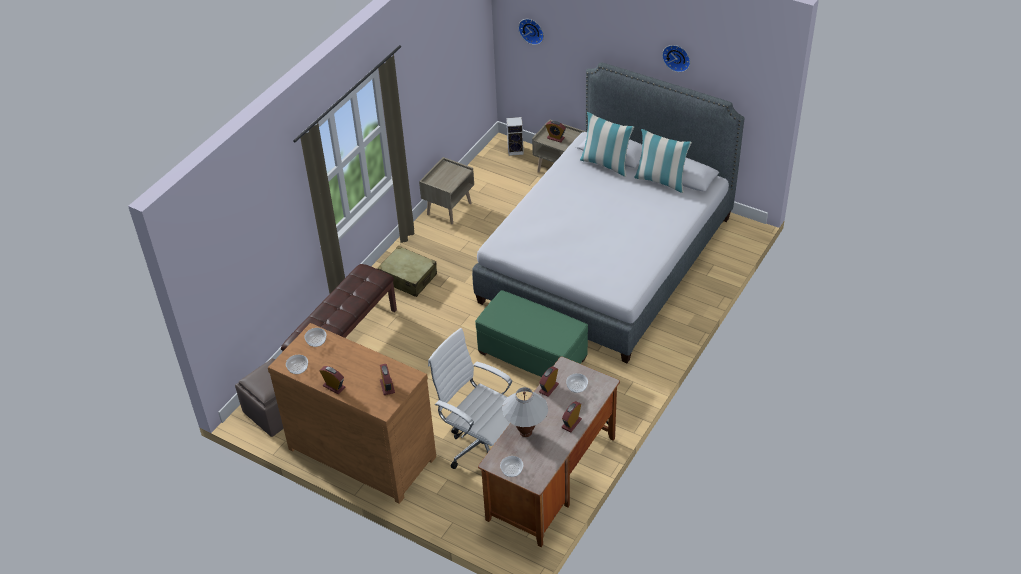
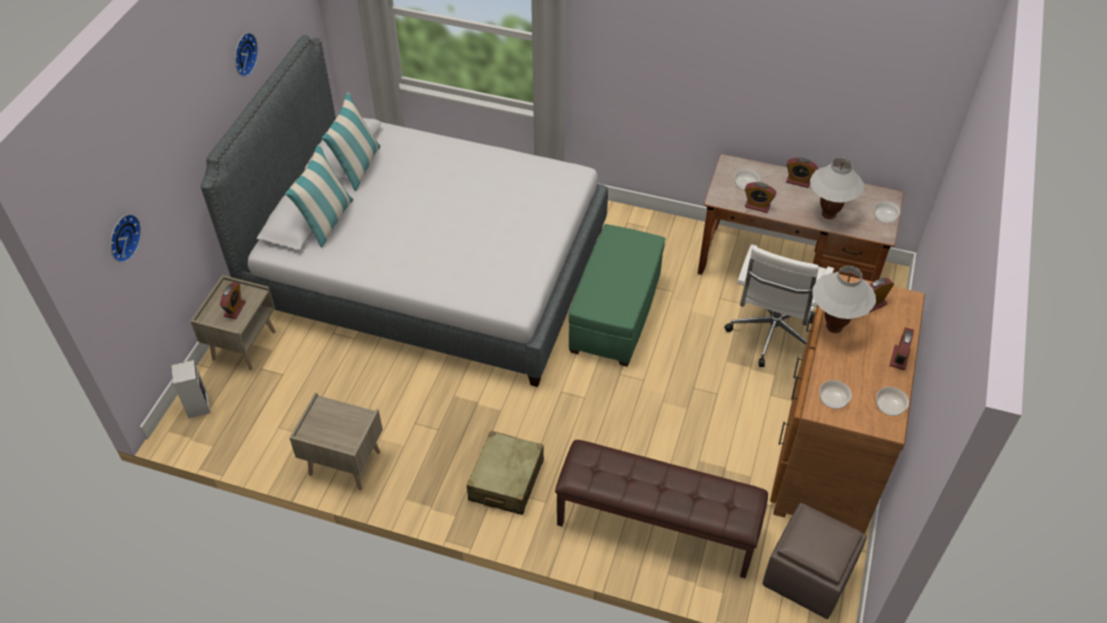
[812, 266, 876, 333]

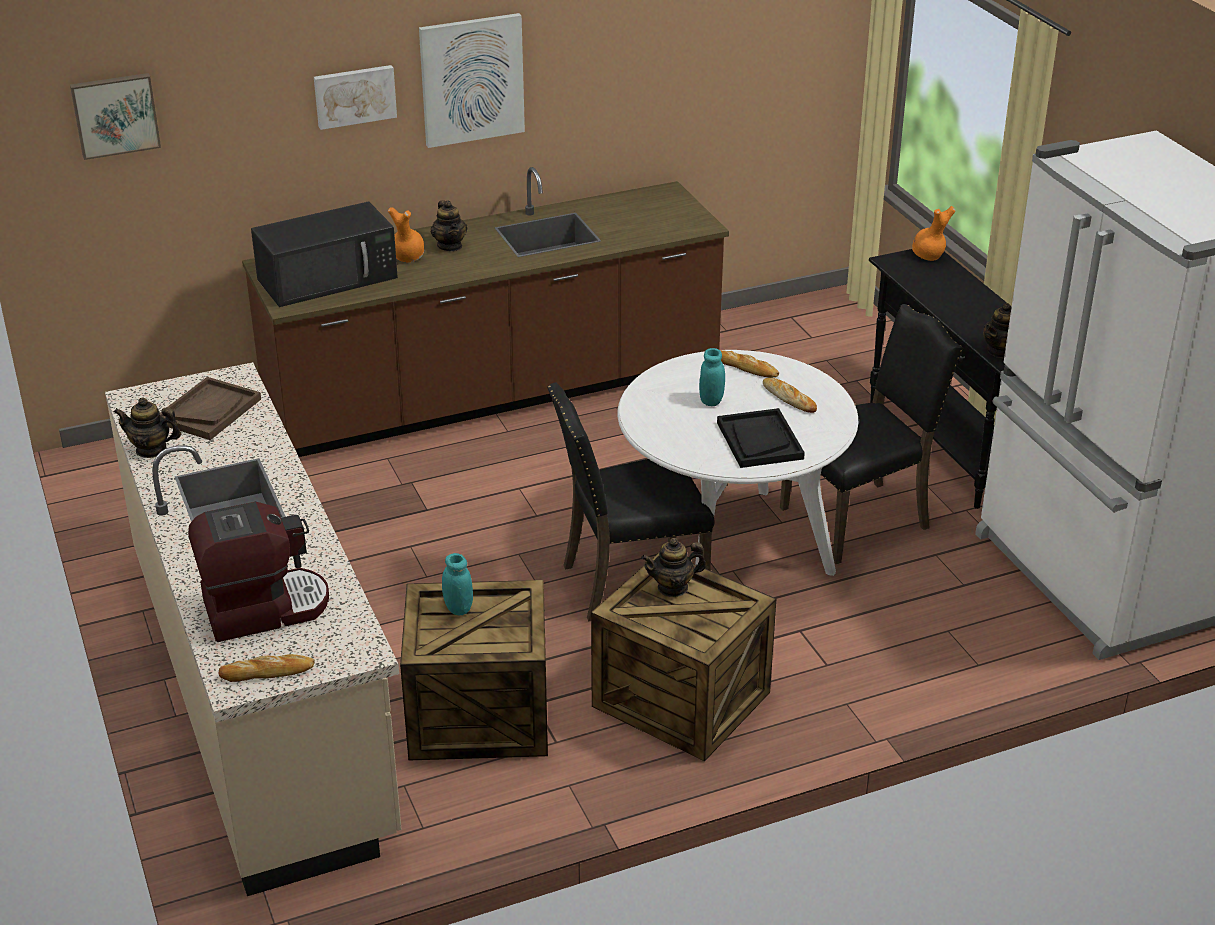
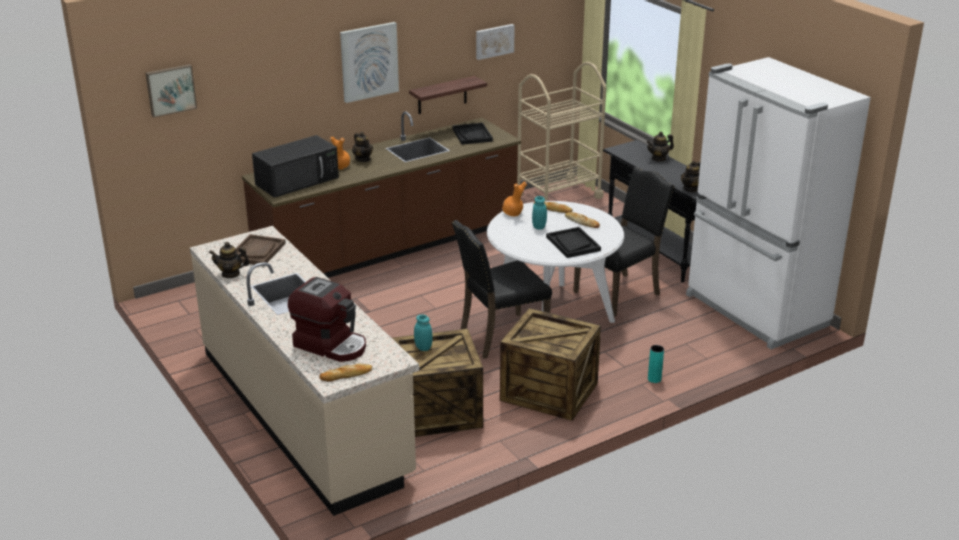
[288, 277, 366, 362]
[476, 24, 515, 60]
[646, 132, 674, 162]
[502, 181, 527, 216]
[409, 76, 487, 114]
[452, 123, 493, 145]
[517, 62, 606, 201]
[648, 345, 664, 383]

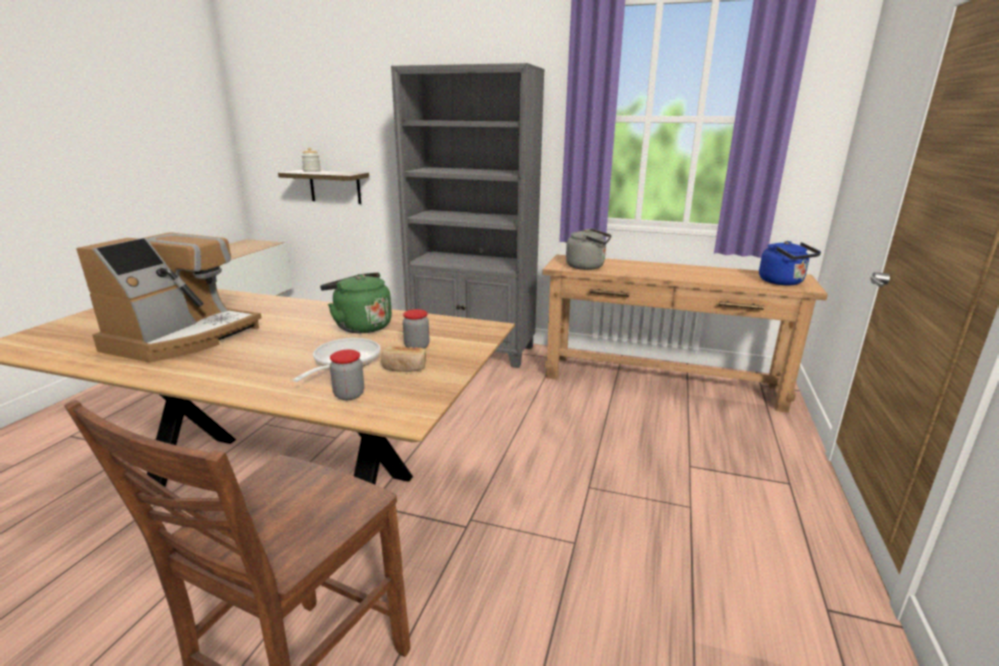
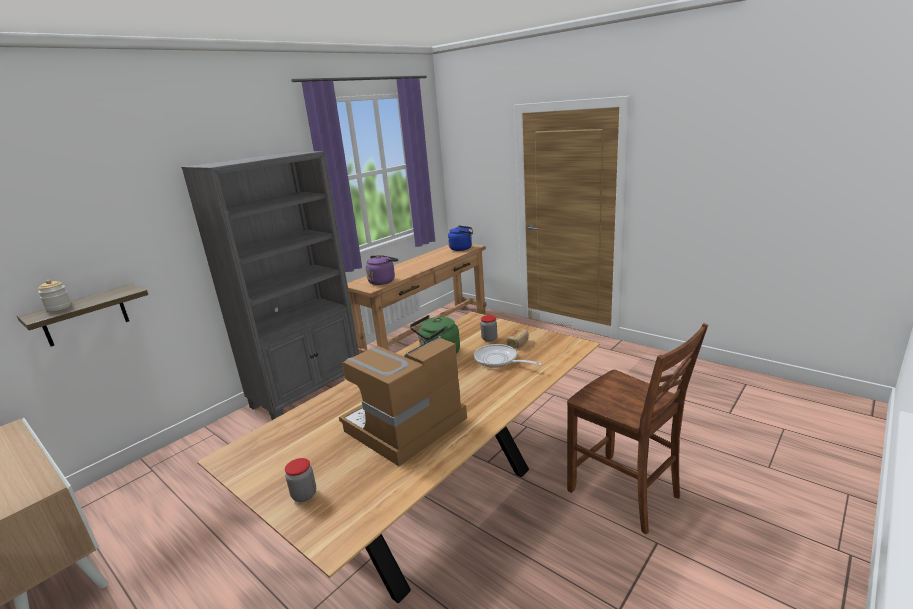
[339, 336, 467, 466]
[285, 458, 316, 502]
[366, 255, 398, 285]

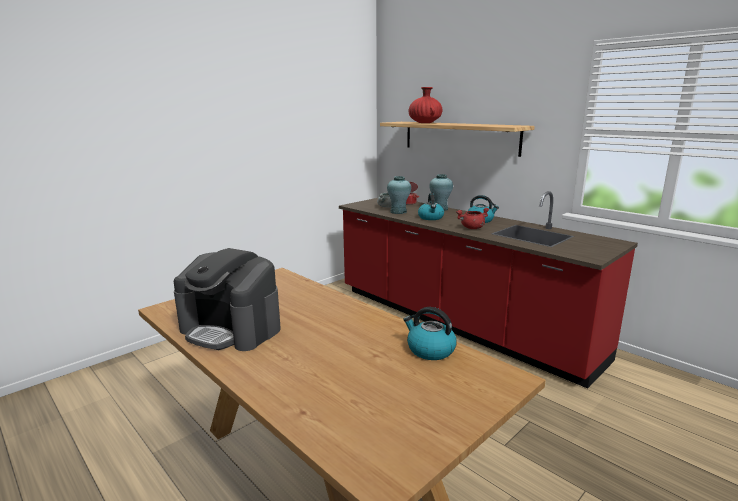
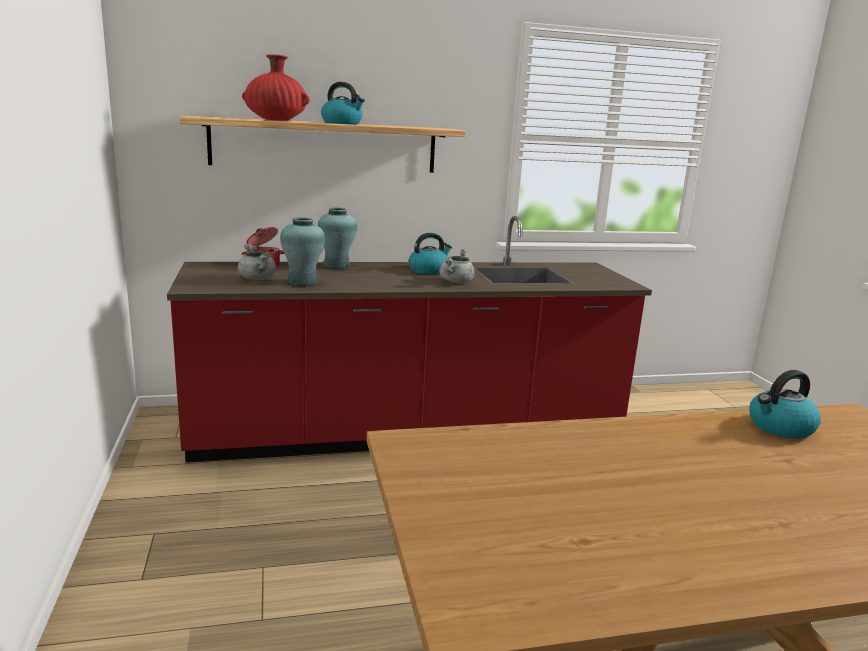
[173, 248, 280, 351] (first image)
[321, 82, 365, 124]
[439, 249, 474, 284]

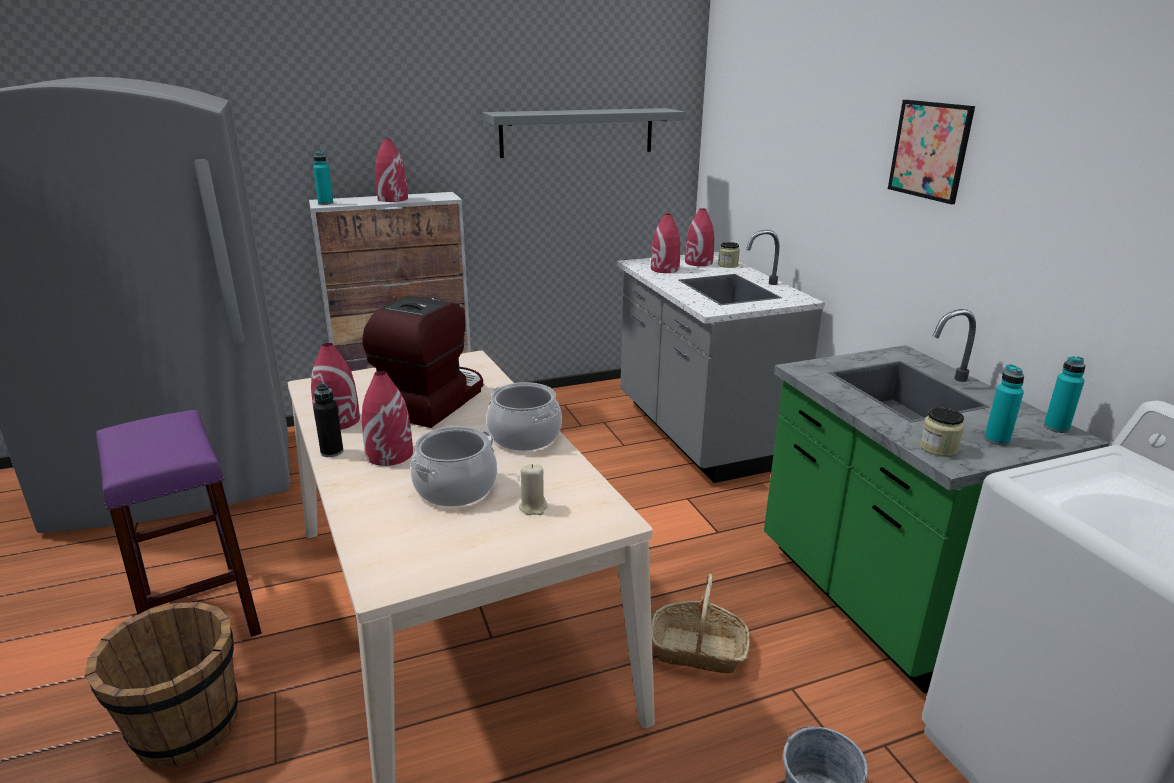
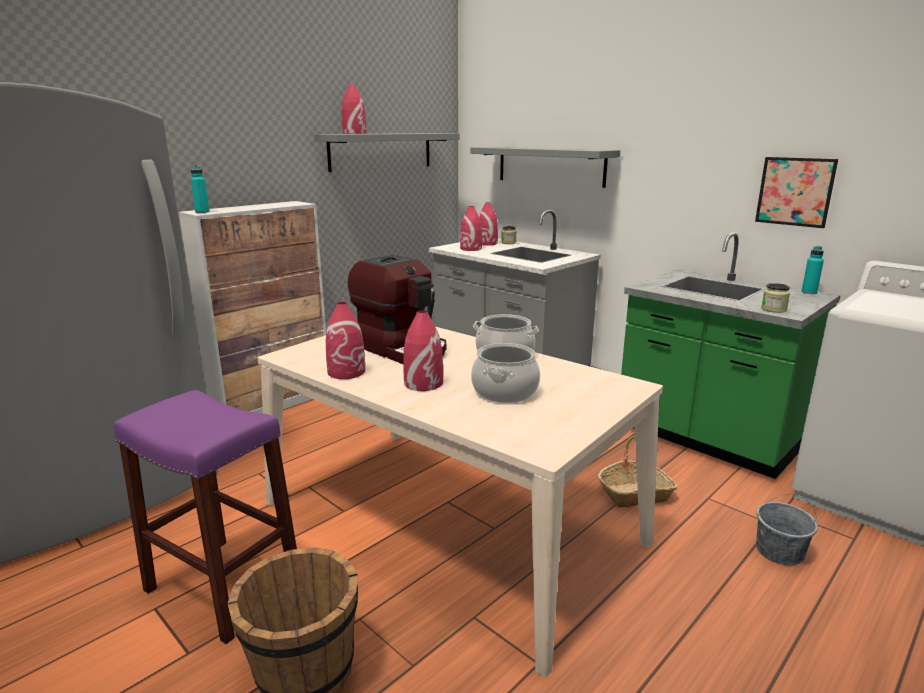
[313, 383, 343, 457] (first image)
[348, 255, 446, 364]
[342, 84, 366, 134]
[519, 464, 548, 515] (first image)
[755, 157, 838, 228]
[984, 364, 1024, 446] (first image)
[470, 147, 620, 188]

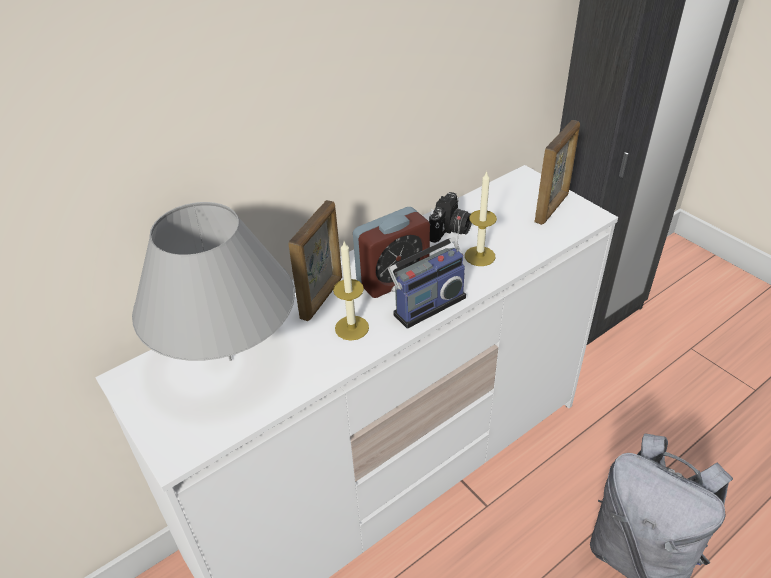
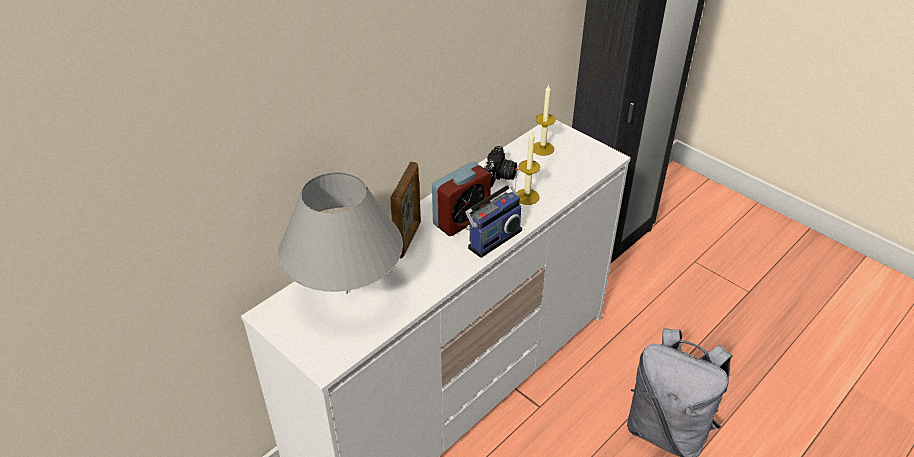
[533, 84, 556, 156]
[535, 120, 580, 225] (first image)

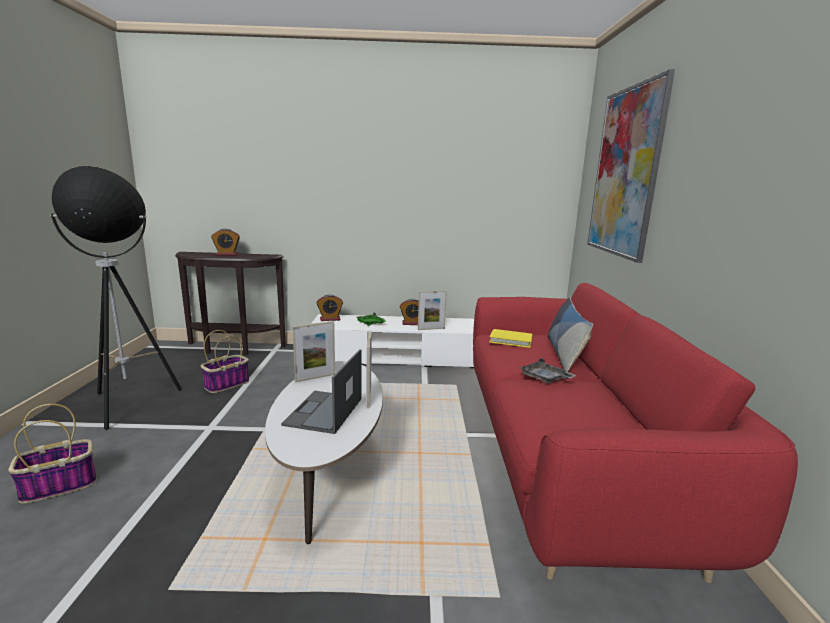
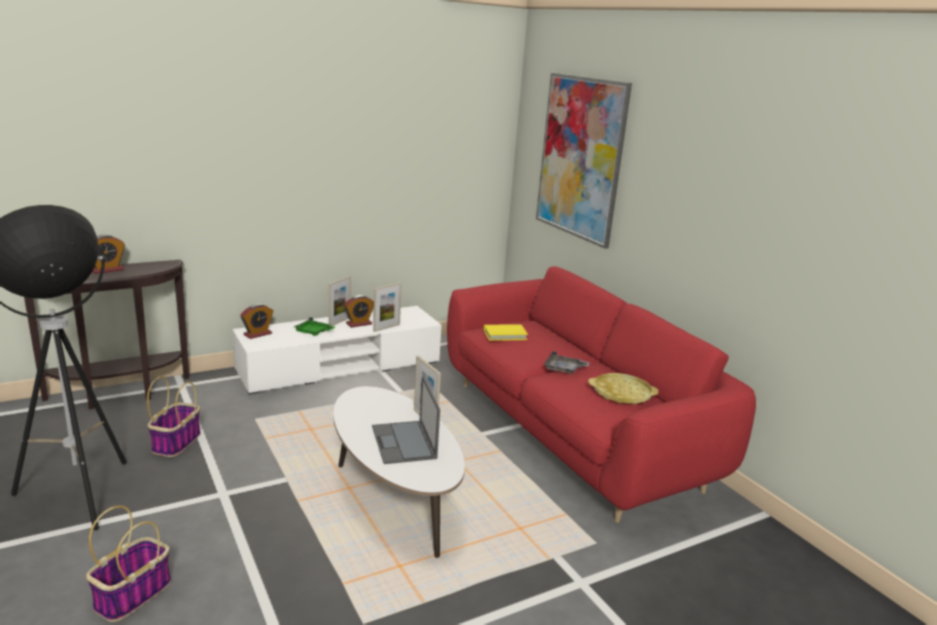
[328, 276, 351, 326]
[548, 297, 593, 371] (first image)
[588, 373, 659, 404]

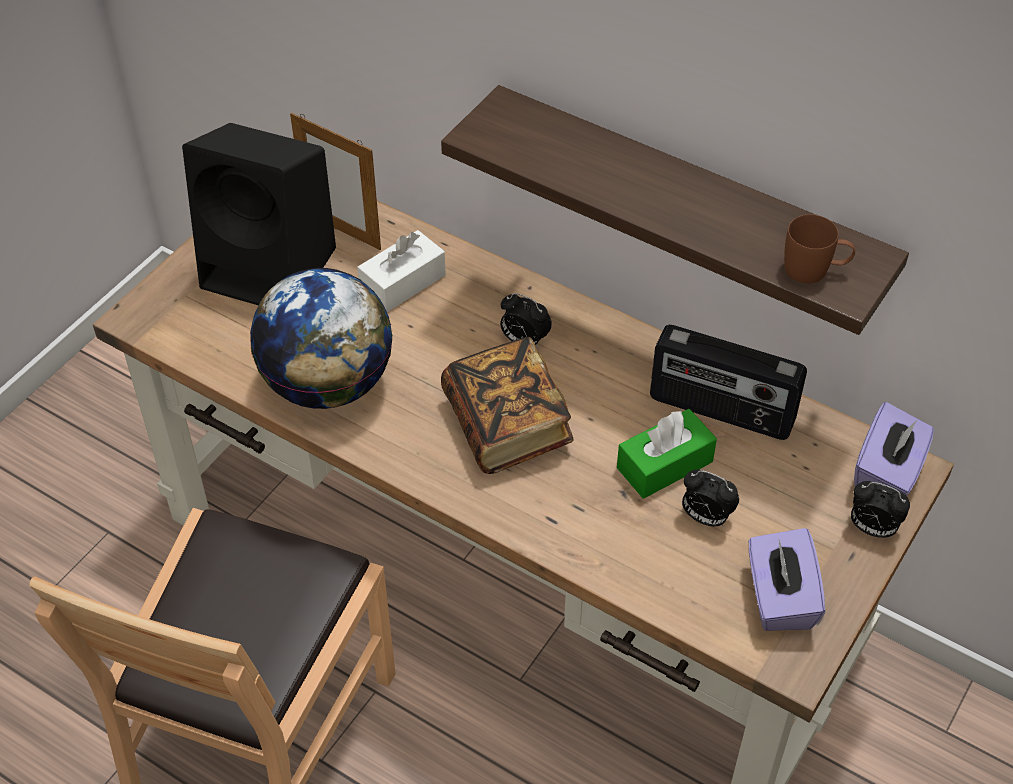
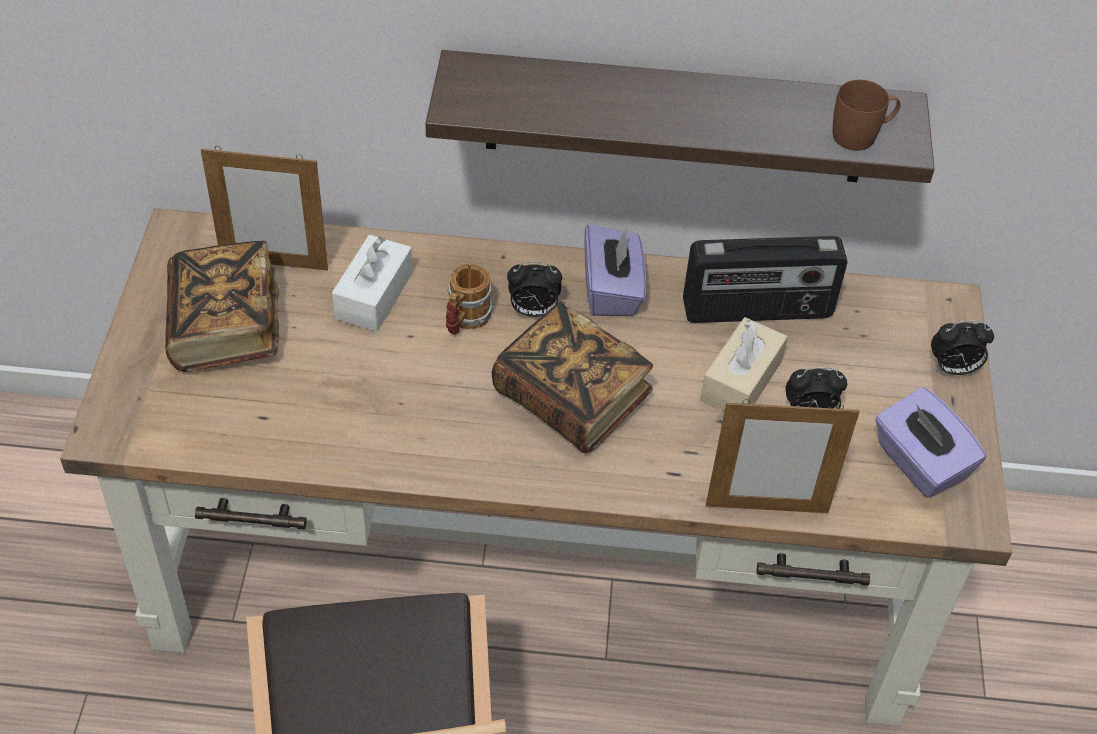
[165, 241, 279, 372]
[250, 268, 393, 409] (first image)
[700, 317, 788, 411]
[584, 225, 646, 316]
[446, 264, 494, 335]
[706, 399, 860, 513]

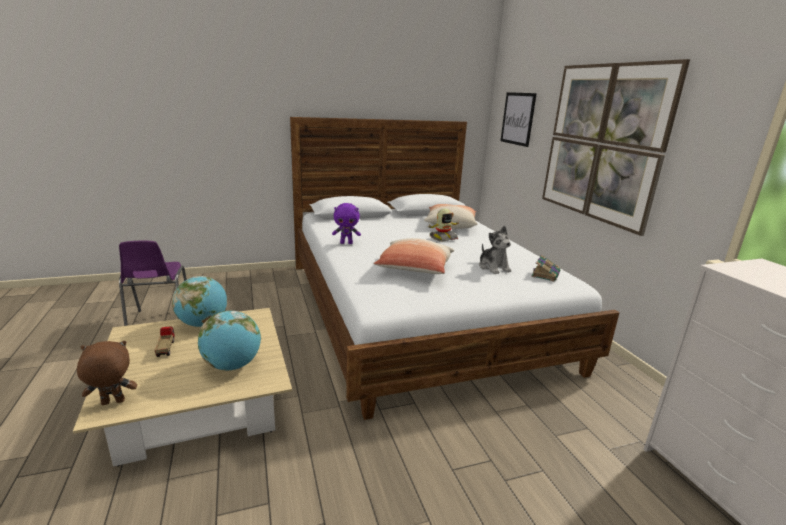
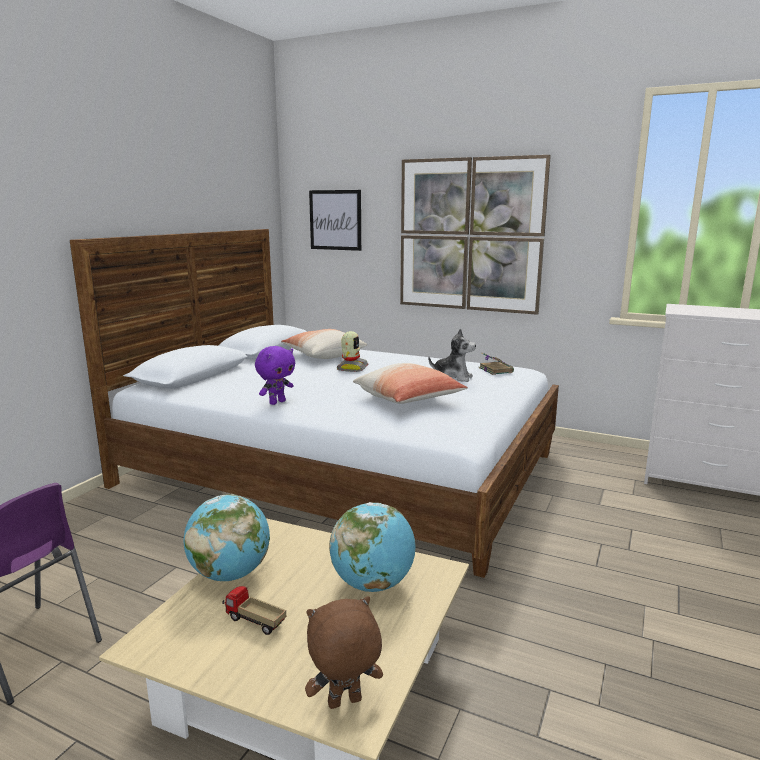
[305, 596, 383, 709]

